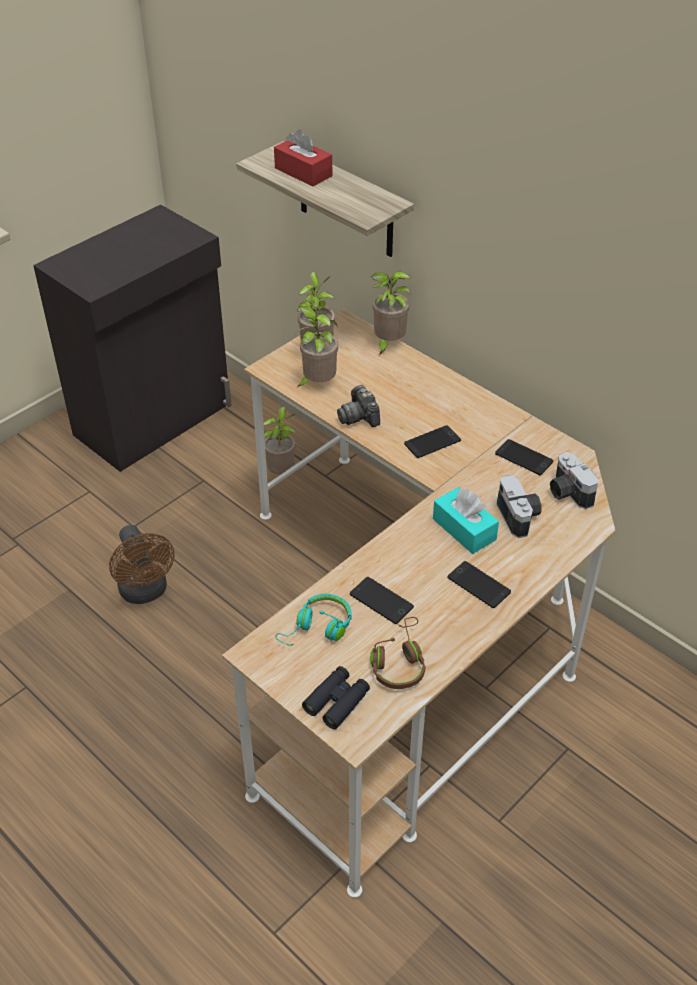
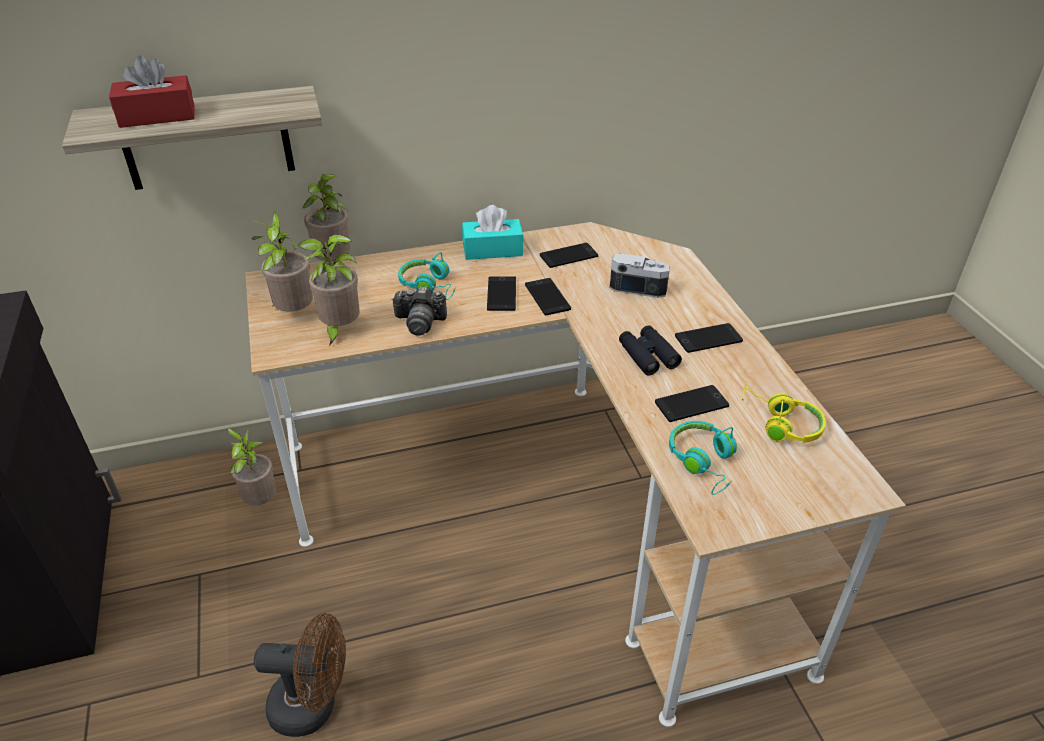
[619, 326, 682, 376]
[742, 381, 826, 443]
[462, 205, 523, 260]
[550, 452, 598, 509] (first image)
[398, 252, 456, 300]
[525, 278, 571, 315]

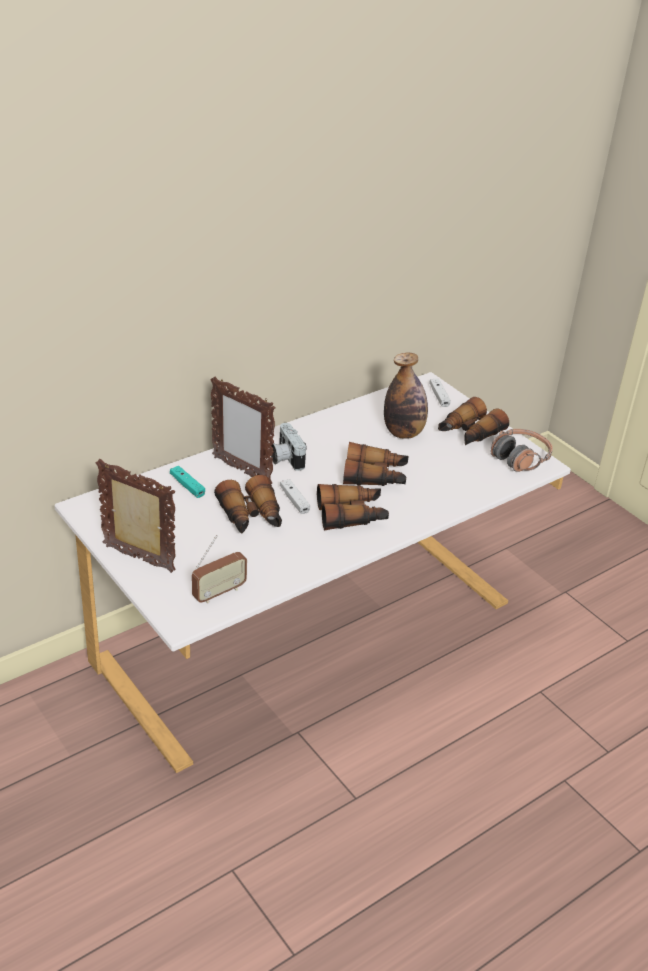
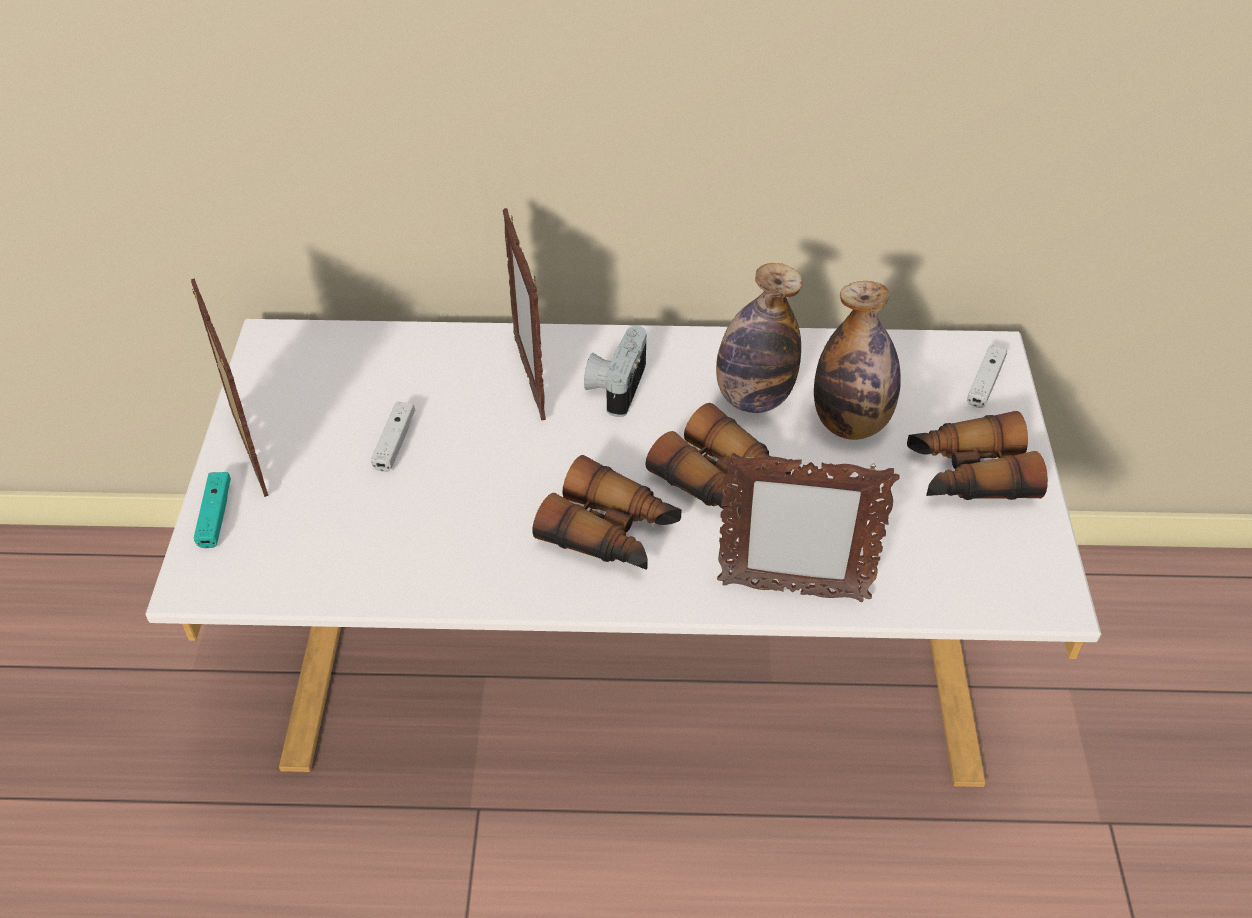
[194, 472, 231, 548]
[192, 535, 247, 604] (first image)
[214, 475, 282, 534] (first image)
[371, 402, 415, 472]
[491, 429, 553, 472] (first image)
[716, 263, 802, 413]
[717, 452, 899, 602]

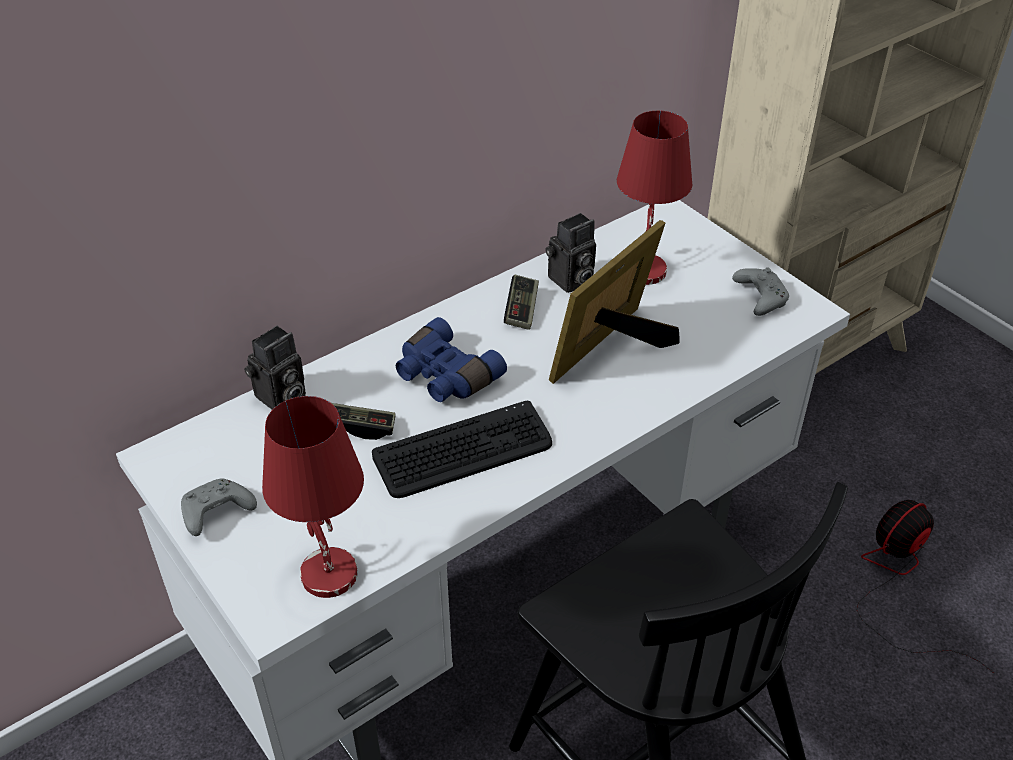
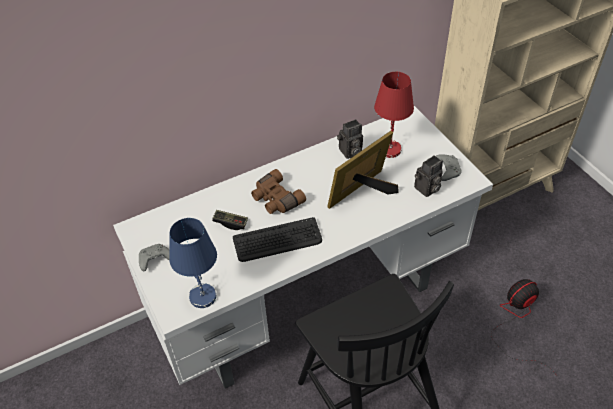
[414, 156, 443, 197]
[169, 218, 217, 308]
[251, 169, 306, 214]
[504, 275, 539, 330] (first image)

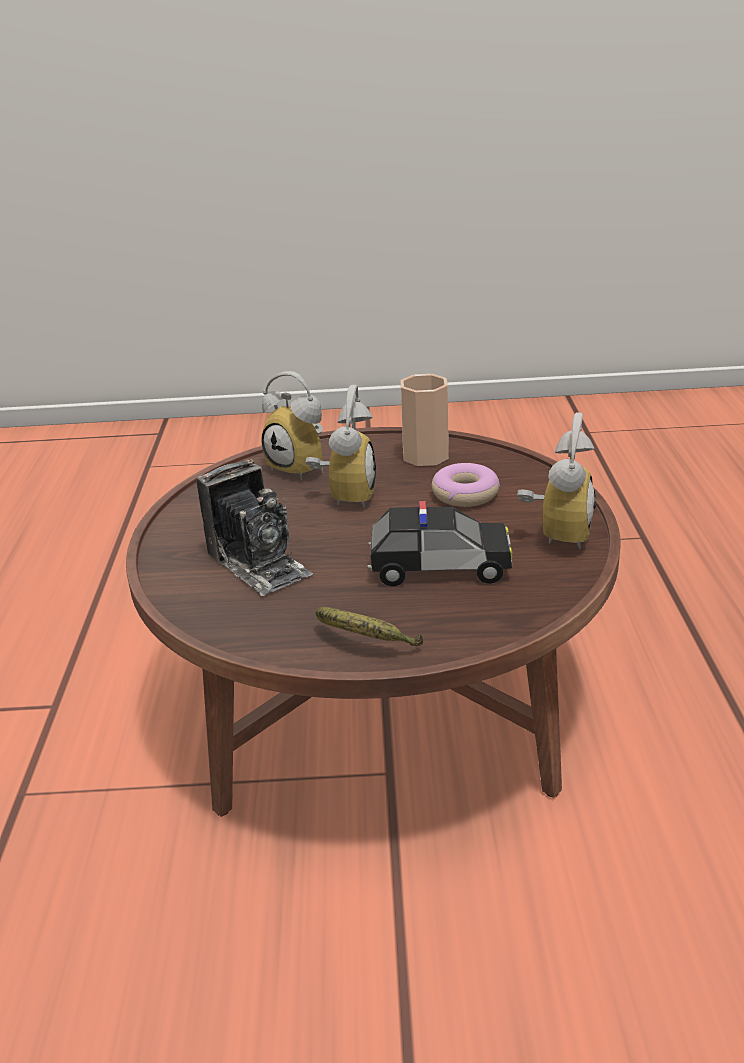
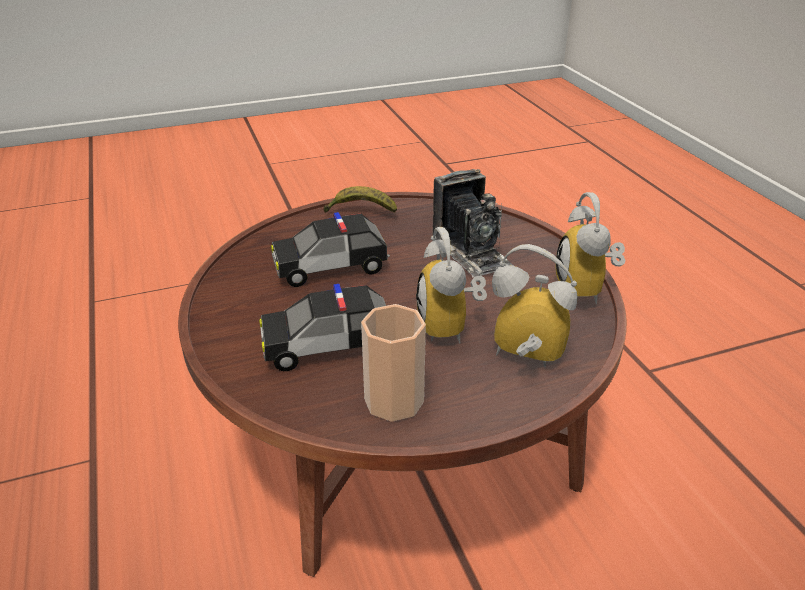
[432, 169, 514, 278]
[259, 284, 386, 371]
[555, 192, 625, 304]

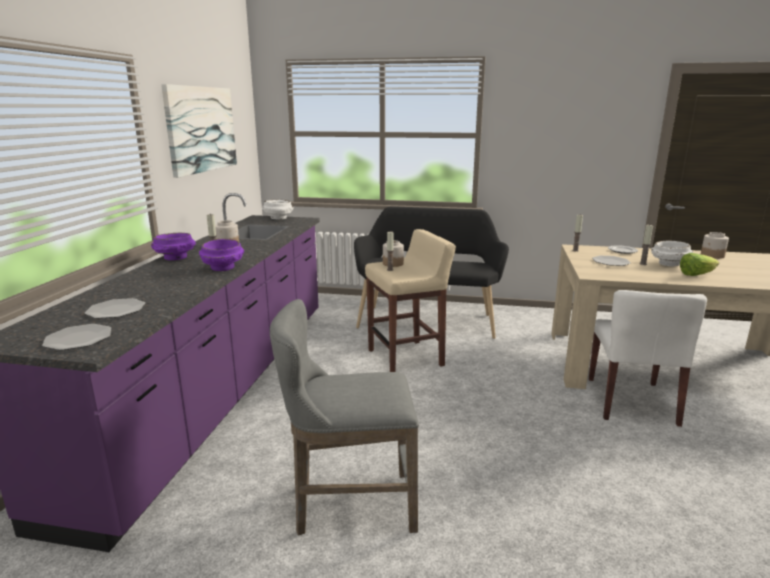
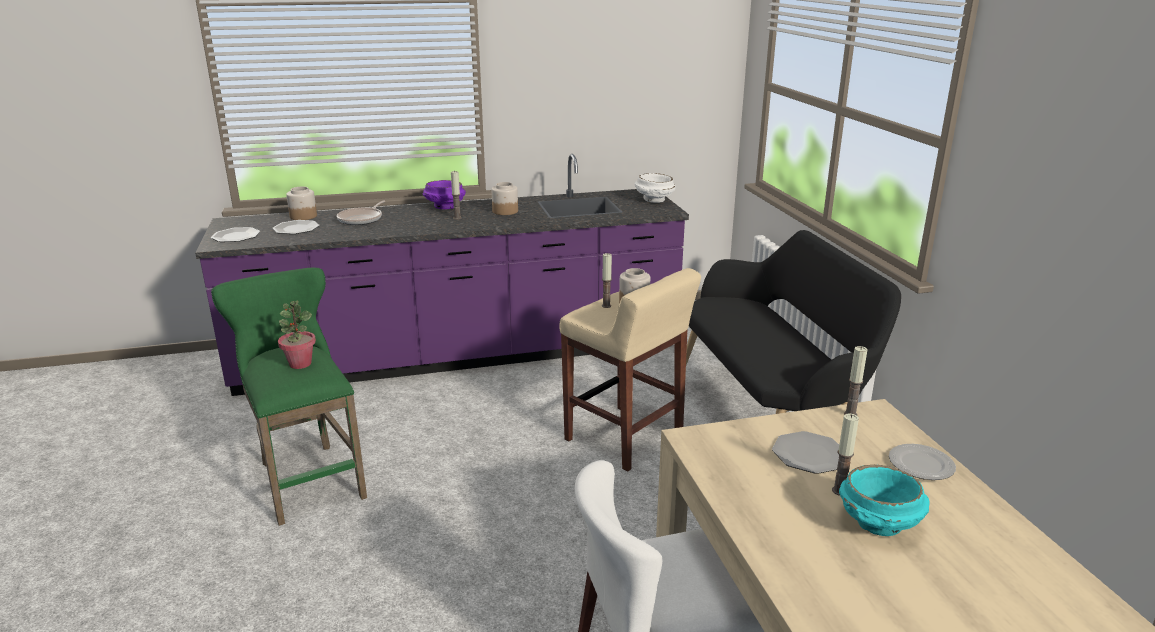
[161, 84, 237, 178] (first image)
[199, 239, 244, 271] (first image)
[211, 268, 367, 526]
[839, 465, 930, 536]
[680, 253, 719, 276] (first image)
[286, 187, 317, 220]
[278, 301, 316, 369]
[337, 201, 385, 225]

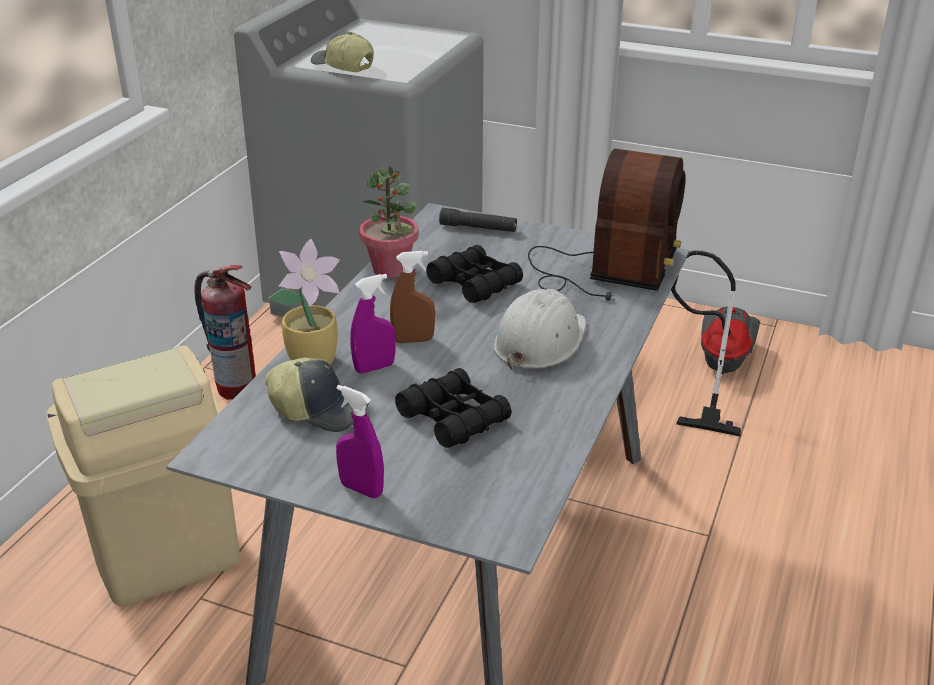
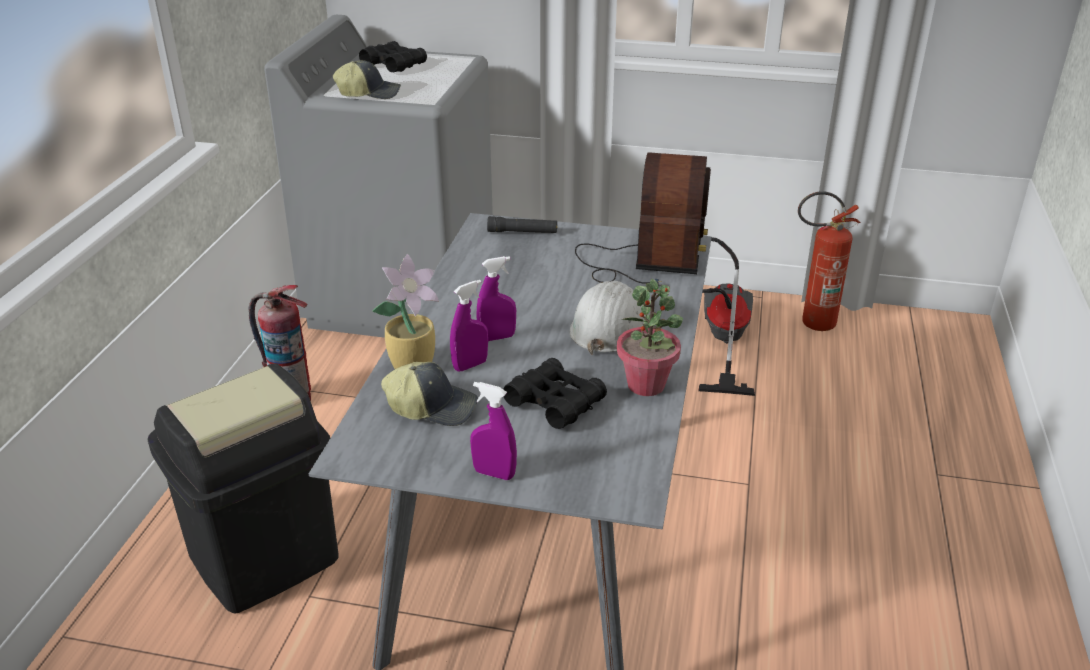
[148, 364, 339, 613]
[333, 60, 401, 99]
[617, 279, 683, 396]
[476, 256, 516, 341]
[359, 41, 427, 73]
[798, 191, 861, 331]

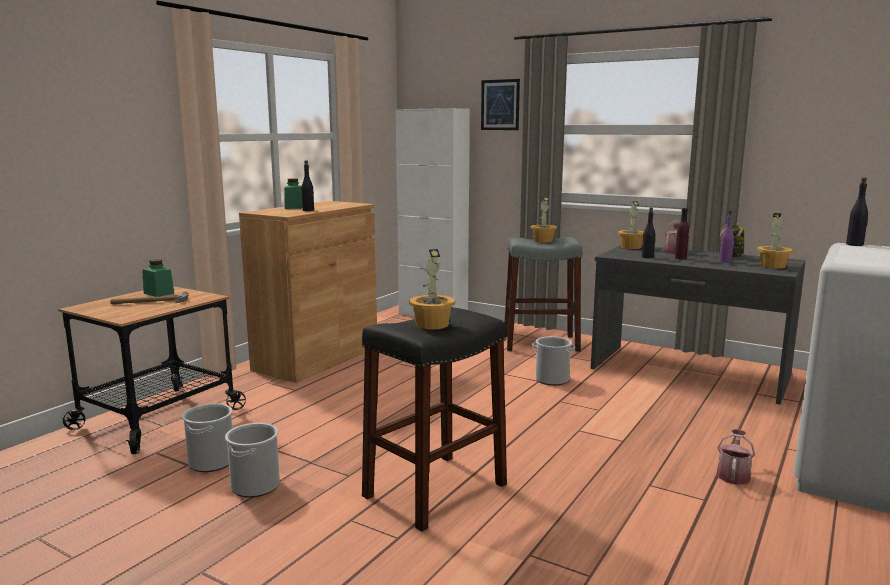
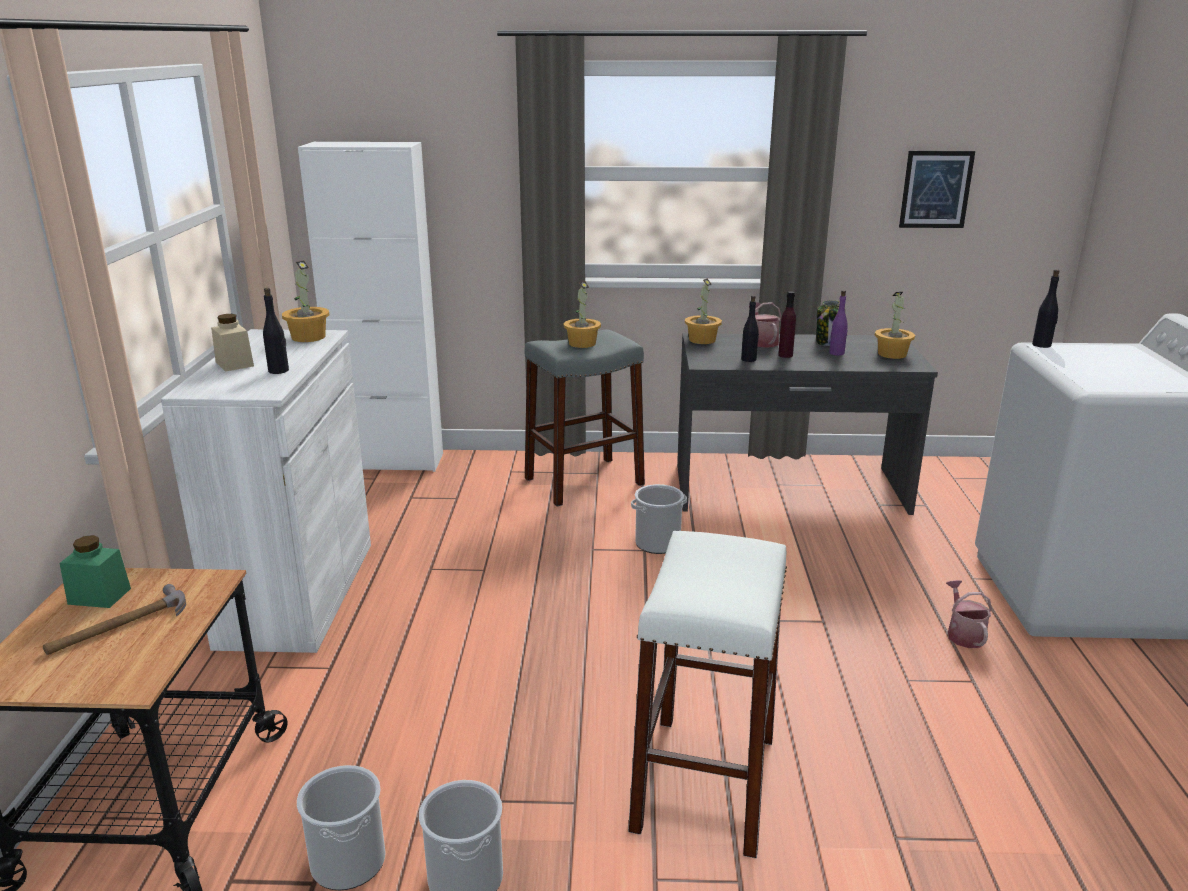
[161, 329, 371, 653]
[211, 314, 254, 372]
[628, 531, 787, 858]
[282, 260, 329, 342]
[899, 151, 975, 228]

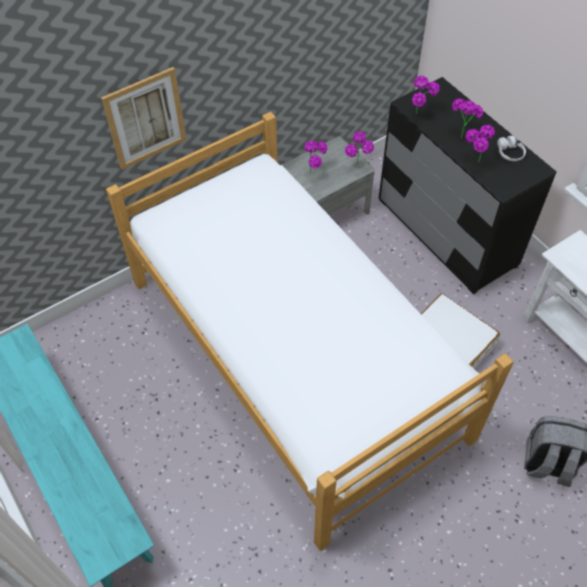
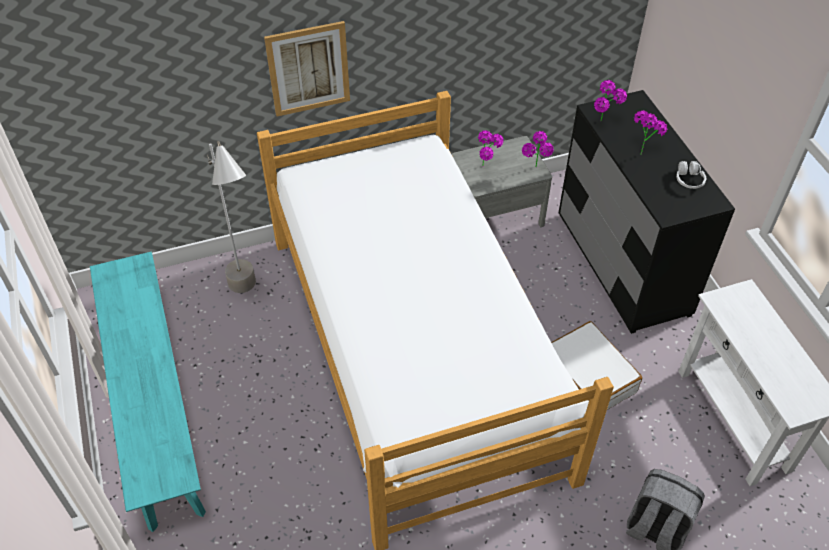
[465, 124, 495, 162] (first image)
[207, 141, 256, 293]

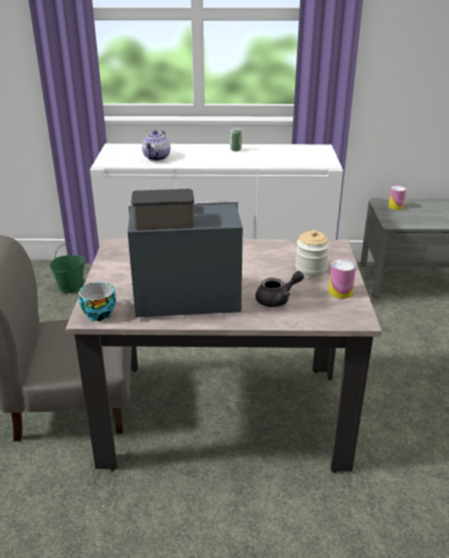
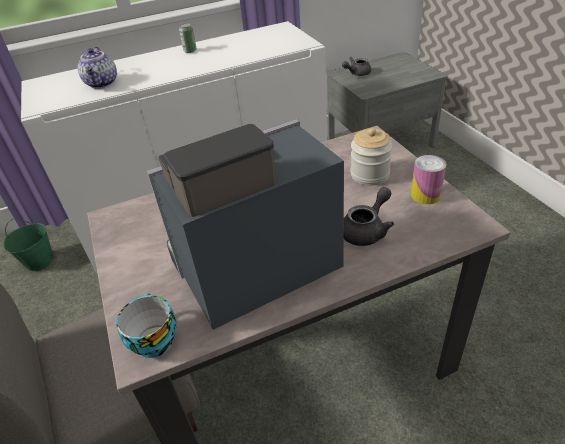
[342, 57, 371, 76]

